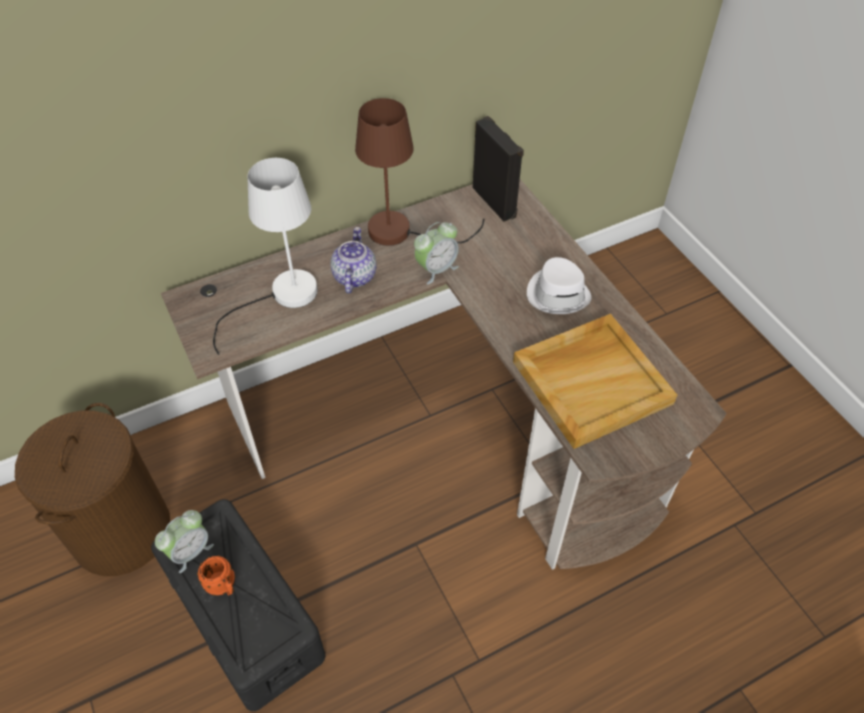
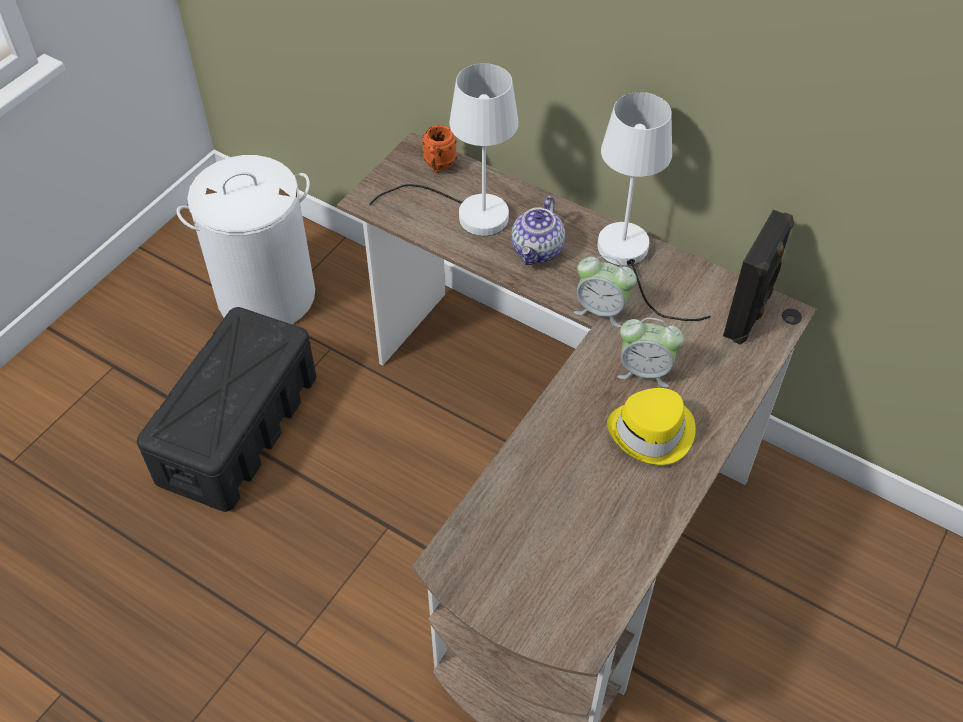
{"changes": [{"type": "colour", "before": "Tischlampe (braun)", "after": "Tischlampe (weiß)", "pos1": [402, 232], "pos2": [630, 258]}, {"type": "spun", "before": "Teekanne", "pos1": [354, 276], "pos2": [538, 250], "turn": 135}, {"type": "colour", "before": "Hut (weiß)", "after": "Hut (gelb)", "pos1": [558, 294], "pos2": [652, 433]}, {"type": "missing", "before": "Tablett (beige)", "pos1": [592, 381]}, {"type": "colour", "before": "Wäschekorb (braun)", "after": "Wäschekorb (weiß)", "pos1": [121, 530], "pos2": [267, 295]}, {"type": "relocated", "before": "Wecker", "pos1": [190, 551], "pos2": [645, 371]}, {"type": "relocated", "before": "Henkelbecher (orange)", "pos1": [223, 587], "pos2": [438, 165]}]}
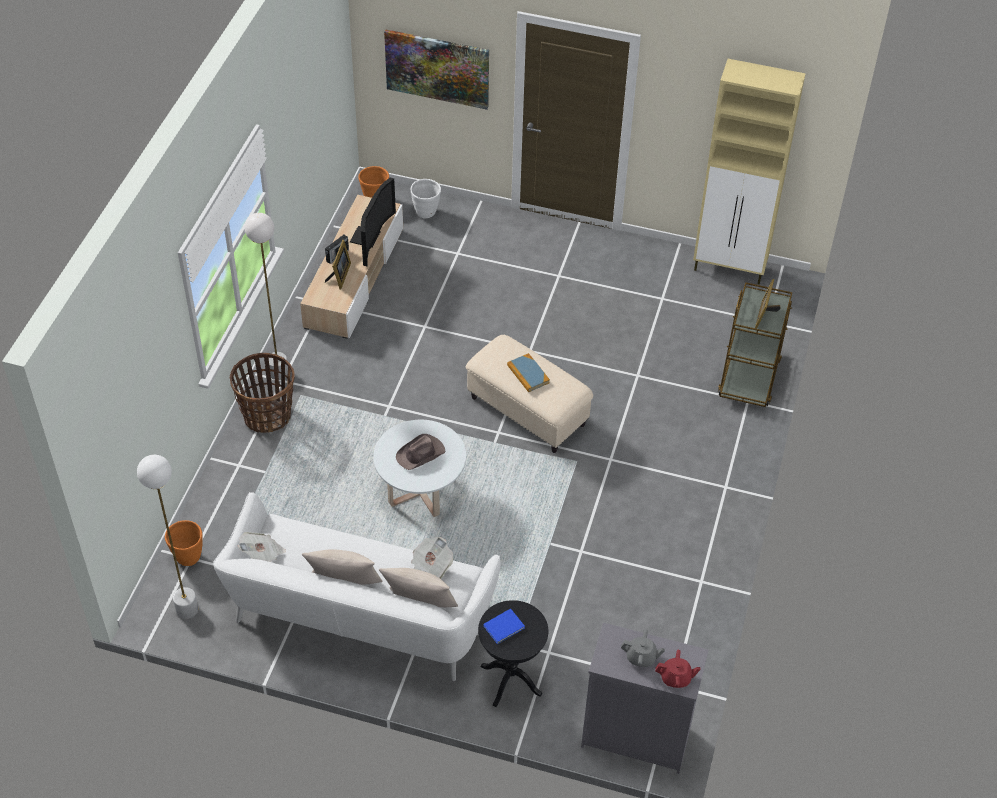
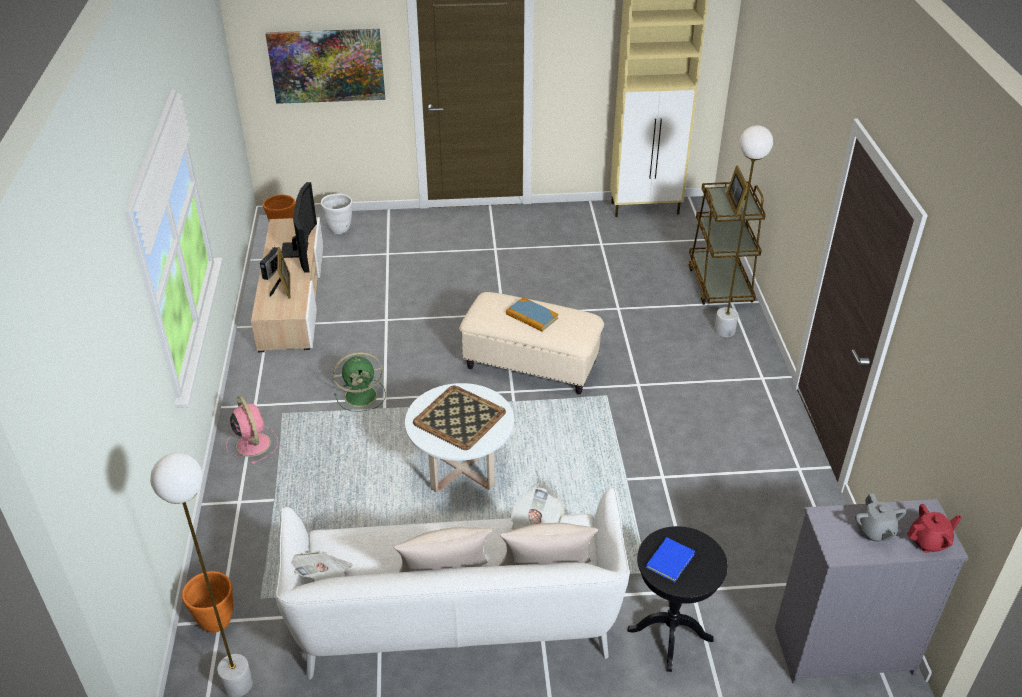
{"changes": [{"type": "relocated", "before": "Stehlampe (weiß)", "pos1": [278, 372], "pos2": [724, 330]}, {"type": "exchanged", "before": "Korb", "after": "Ventilator (rosa)", "pos1": [267, 416], "pos2": [252, 443]}, {"type": "exchanged", "before": "Hut (braun)", "after": "Tablett", "pos1": [421, 454], "pos2": [460, 417]}, {"type": "spun", "before": "Teekanne (grau)", "pos1": [641, 657], "pos2": [874, 531], "turn": 90}, {"type": "appeared", "after": "Ventilator (grün)", "pos2": [362, 395]}]}
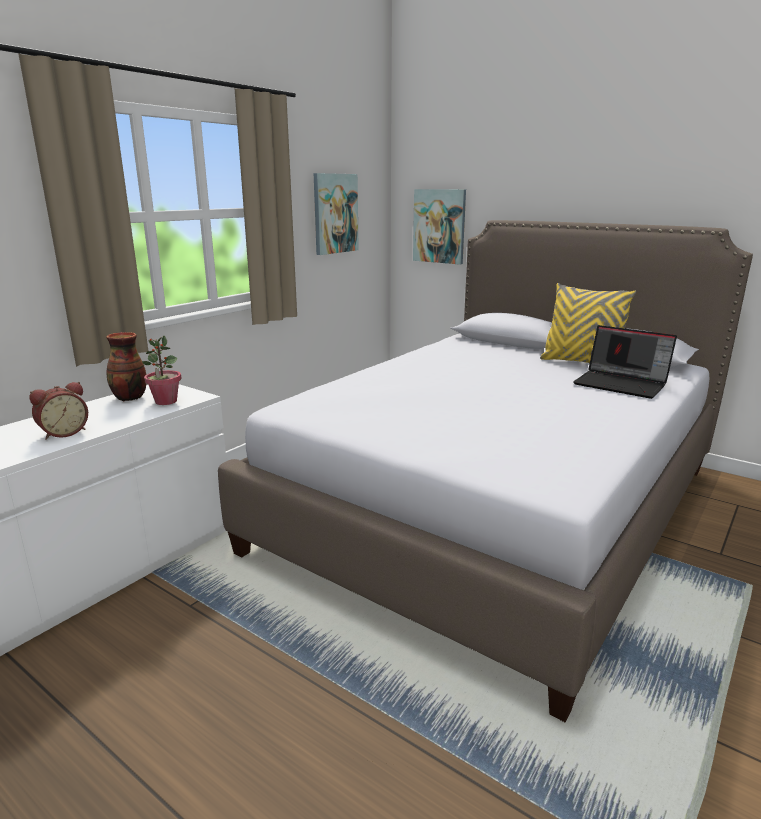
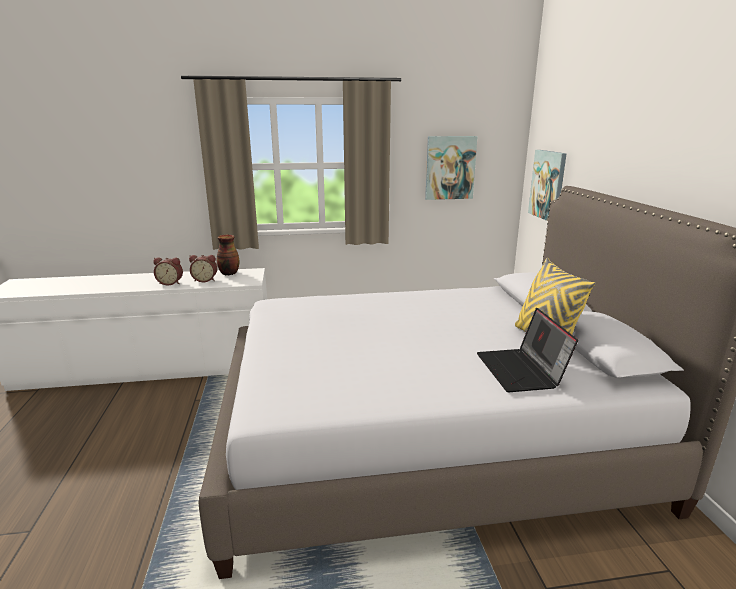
{"changes": [{"type": "missing", "before": "Topfpflanze", "pos1": [165, 401]}, {"type": "appeared", "after": "Wecker", "pos2": [205, 280]}]}
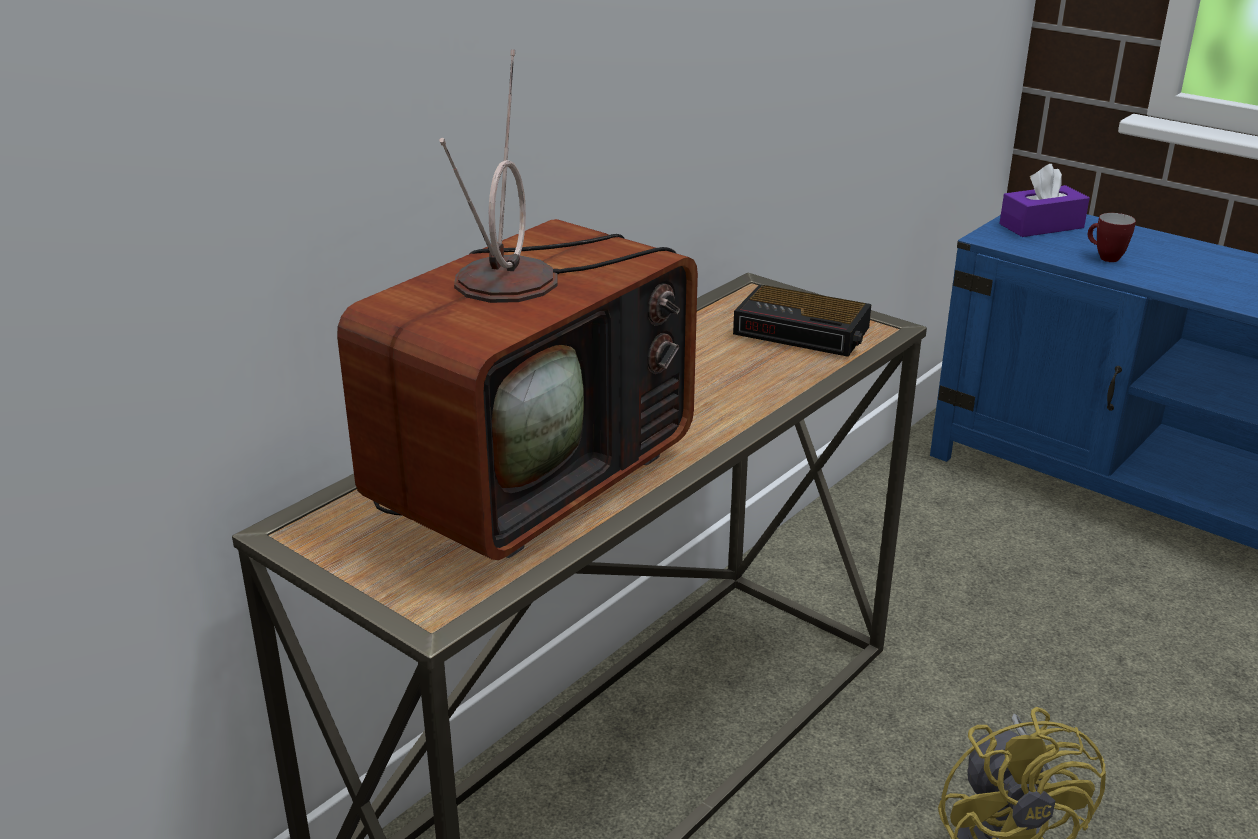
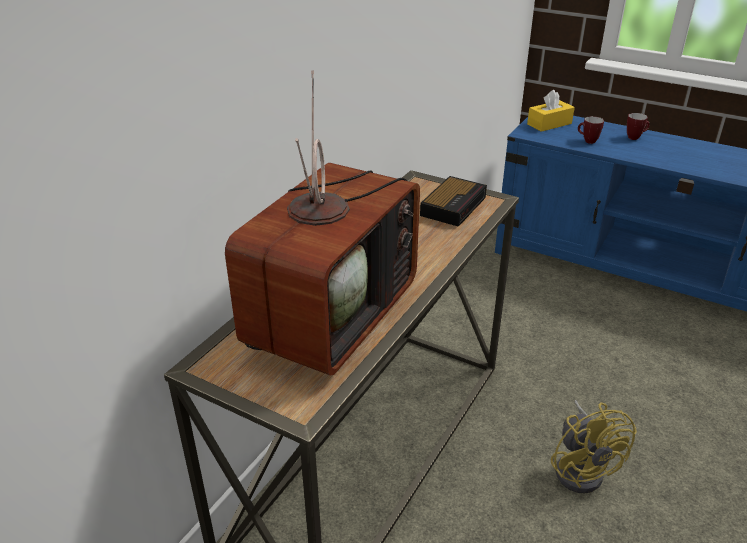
{"changes": [{"type": "colour", "before": "Taschentuchbox (lila)", "after": "Taschentuchbox (gelb)", "pos1": [1041, 226], "pos2": [549, 124]}, {"type": "spun", "before": "Wecker", "pos1": [804, 331], "pos2": [454, 205], "turn": -75}, {"type": "appeared", "after": "Henkelbecher", "pos2": [635, 137]}]}
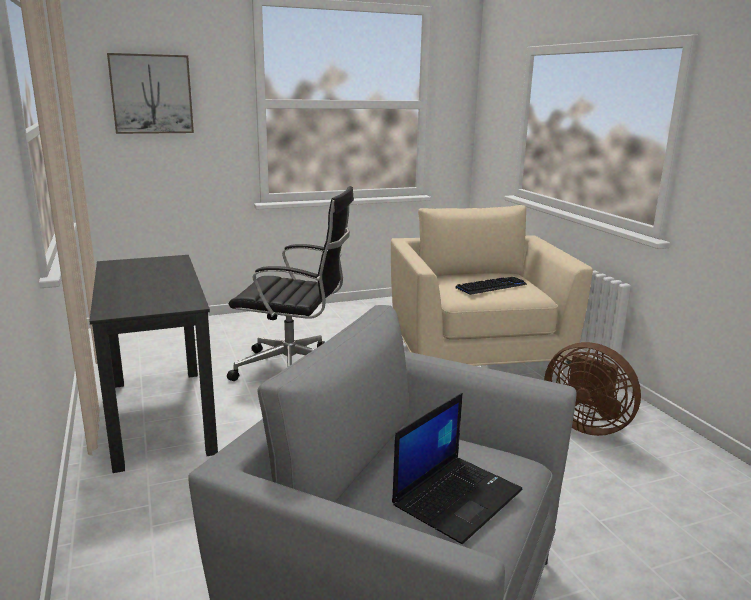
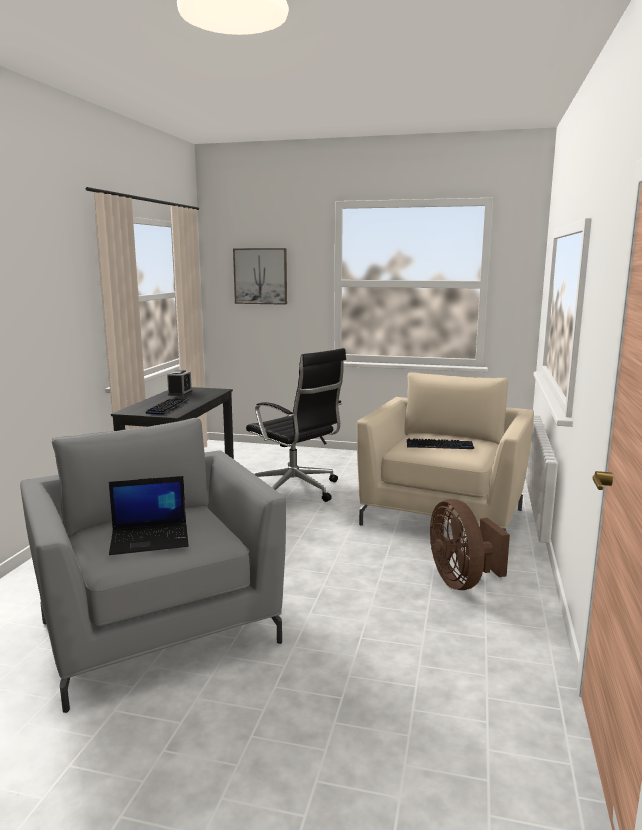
{"changes": [{"type": "appeared", "after": "Wecker", "pos2": [180, 393]}, {"type": "appeared", "after": "Tastatur", "pos2": [168, 407]}]}
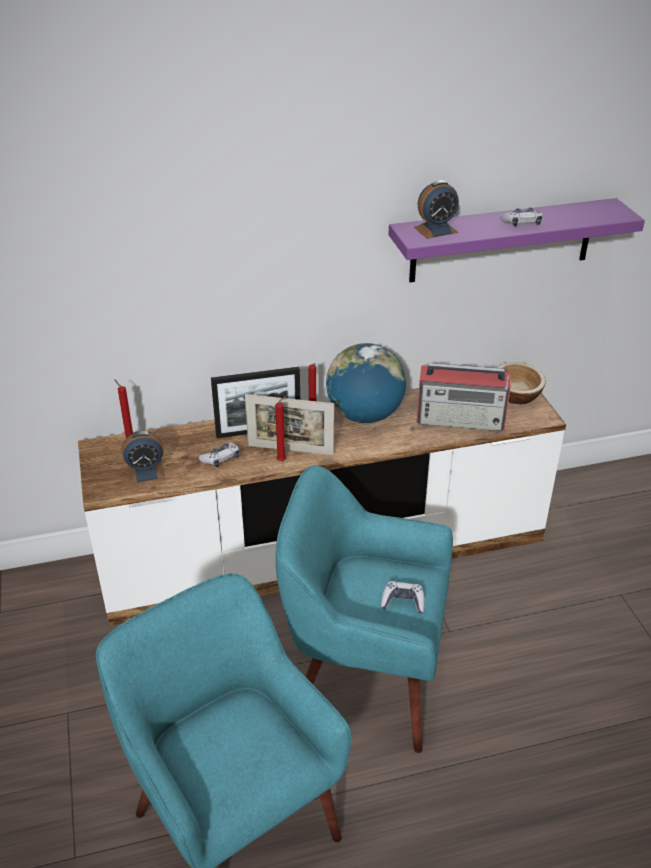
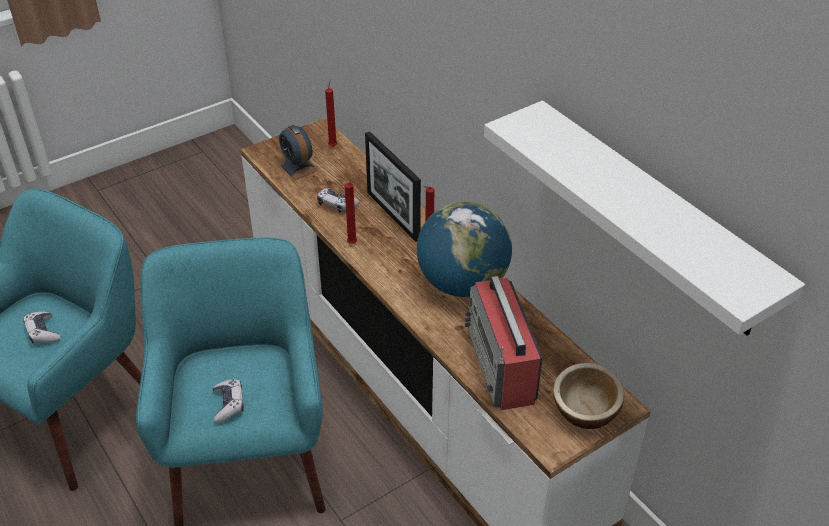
{"changes": [{"type": "missing", "before": "Wecker", "pos1": [435, 230]}, {"type": "colour", "before": "Wandregal (lila)", "after": "Wandregal (weiß)", "pos1": [502, 240], "pos2": [651, 218]}, {"type": "relocated", "before": "Gamepad", "pos1": [522, 223], "pos2": [43, 332]}, {"type": "missing", "before": "Bilderrahmen", "pos1": [290, 450]}]}
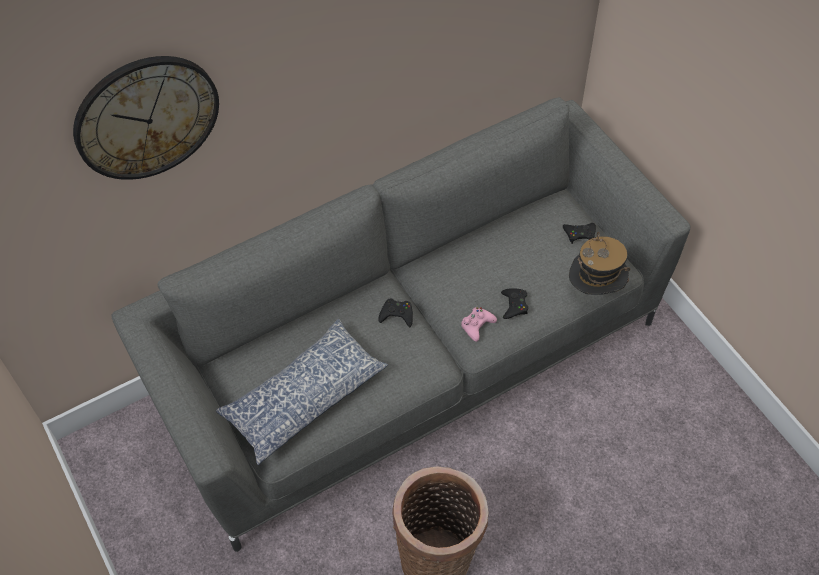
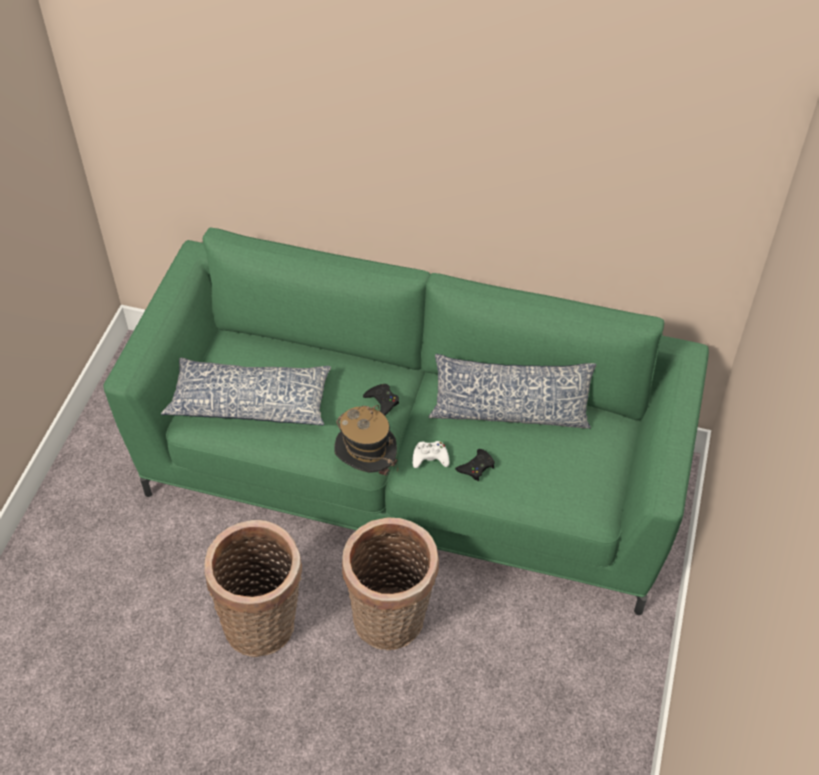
{"changes": [{"type": "missing", "before": "Wanduhr", "pos1": [146, 117]}, {"type": "colour", "before": "Sofa (grau)", "after": "Sofa (grün)", "pos1": [411, 363], "pos2": [410, 477]}, {"type": "missing", "before": "Gamepad (schwarz)", "pos1": [579, 234]}, {"type": "relocated", "before": "Hut", "pos1": [595, 290], "pos2": [366, 467]}, {"type": "colour", "before": "Gamepad (rosa)", "after": "Gamepad (weiß)", "pos1": [477, 325], "pos2": [430, 458]}, {"type": "appeared", "after": "Kissen", "pos2": [509, 414]}, {"type": "appeared", "after": "Korb", "pos2": [391, 622]}]}
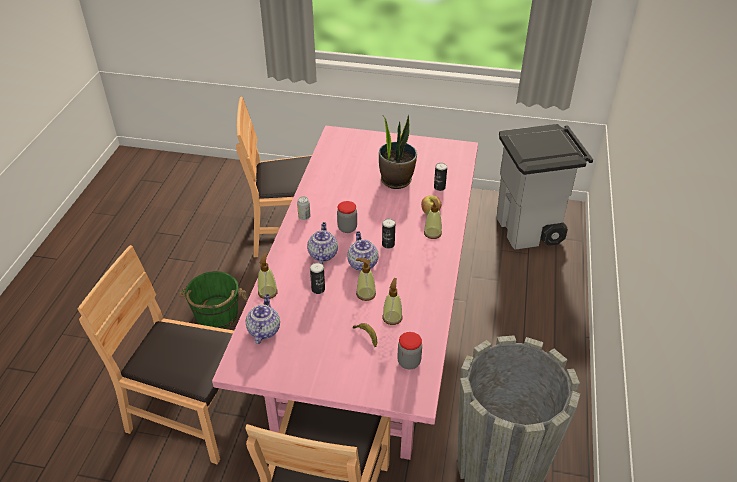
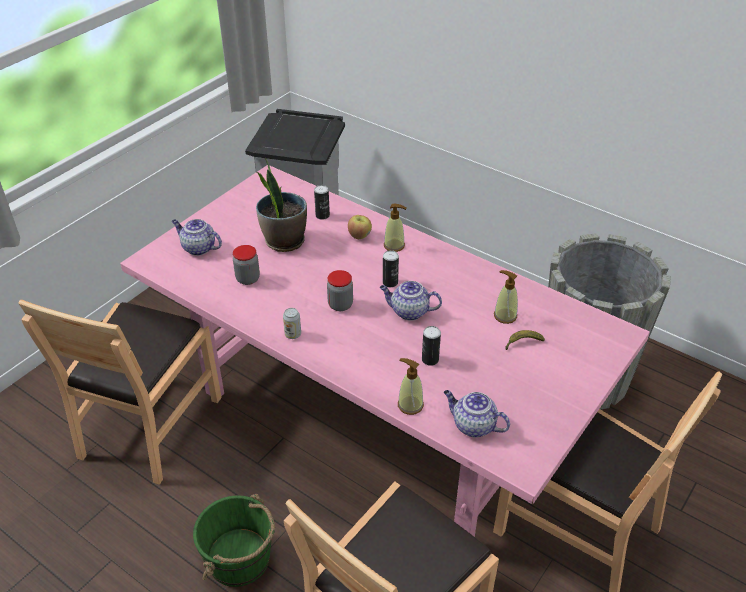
{"changes": [{"type": "relocated", "before": "Teekanne", "pos1": [322, 254], "pos2": [198, 248]}, {"type": "missing", "before": "Seifenspender", "pos1": [365, 294]}, {"type": "relocated", "before": "Vorratsglas", "pos1": [409, 362], "pos2": [248, 279]}]}
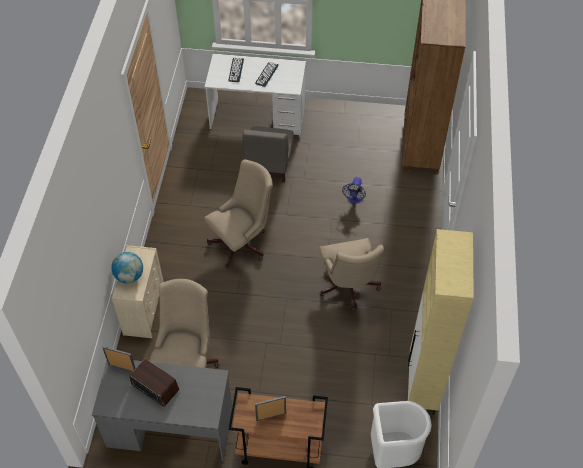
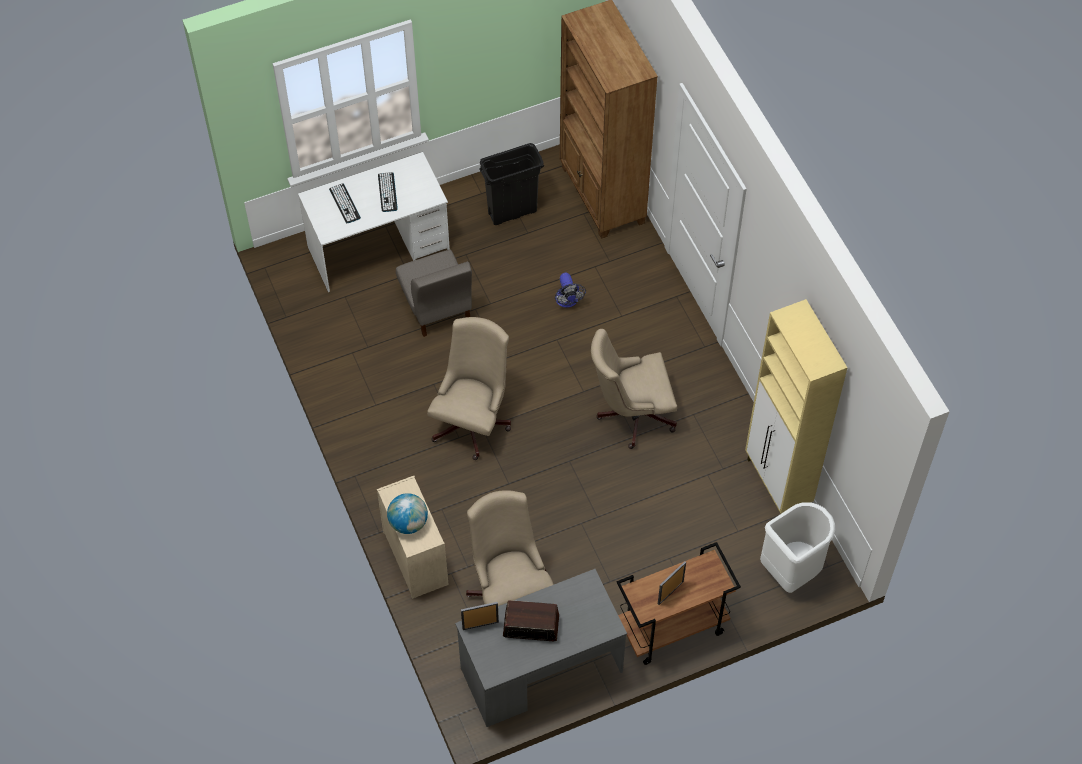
{"changes": [{"type": "spun", "before": "Bürostuhl (beige)", "pos1": [348, 288], "pos2": [631, 414], "turn": 120}, {"type": "appeared", "after": "Mülleimer (schwarz)", "pos2": [512, 212]}]}
